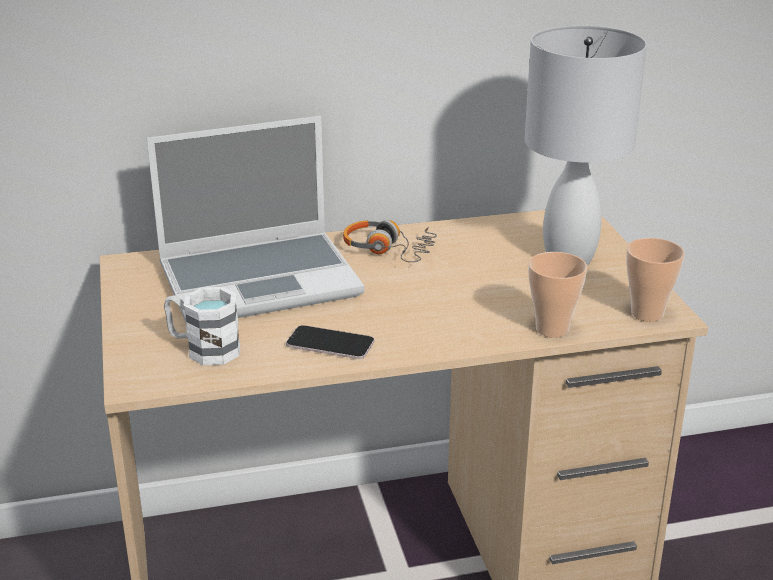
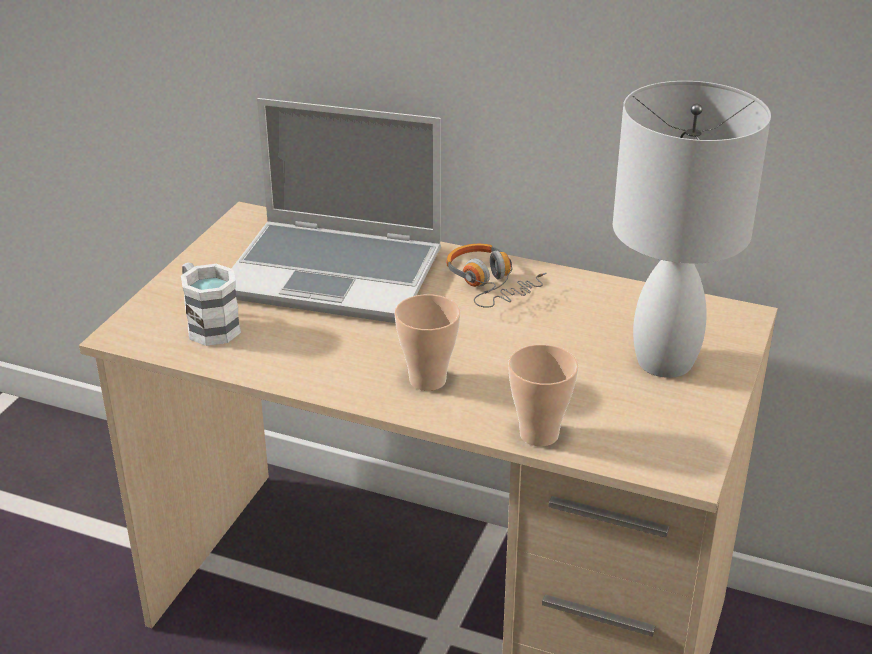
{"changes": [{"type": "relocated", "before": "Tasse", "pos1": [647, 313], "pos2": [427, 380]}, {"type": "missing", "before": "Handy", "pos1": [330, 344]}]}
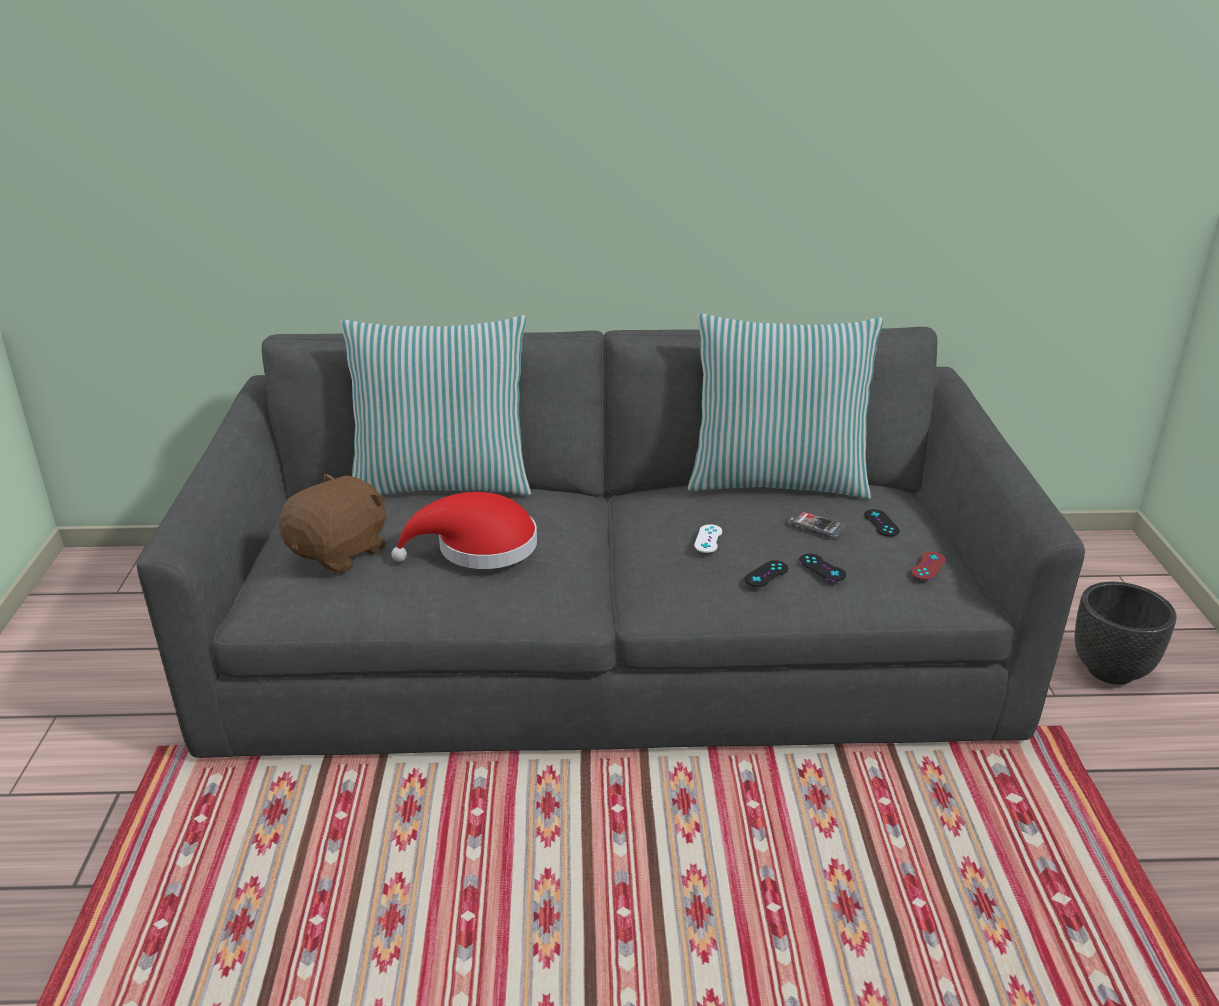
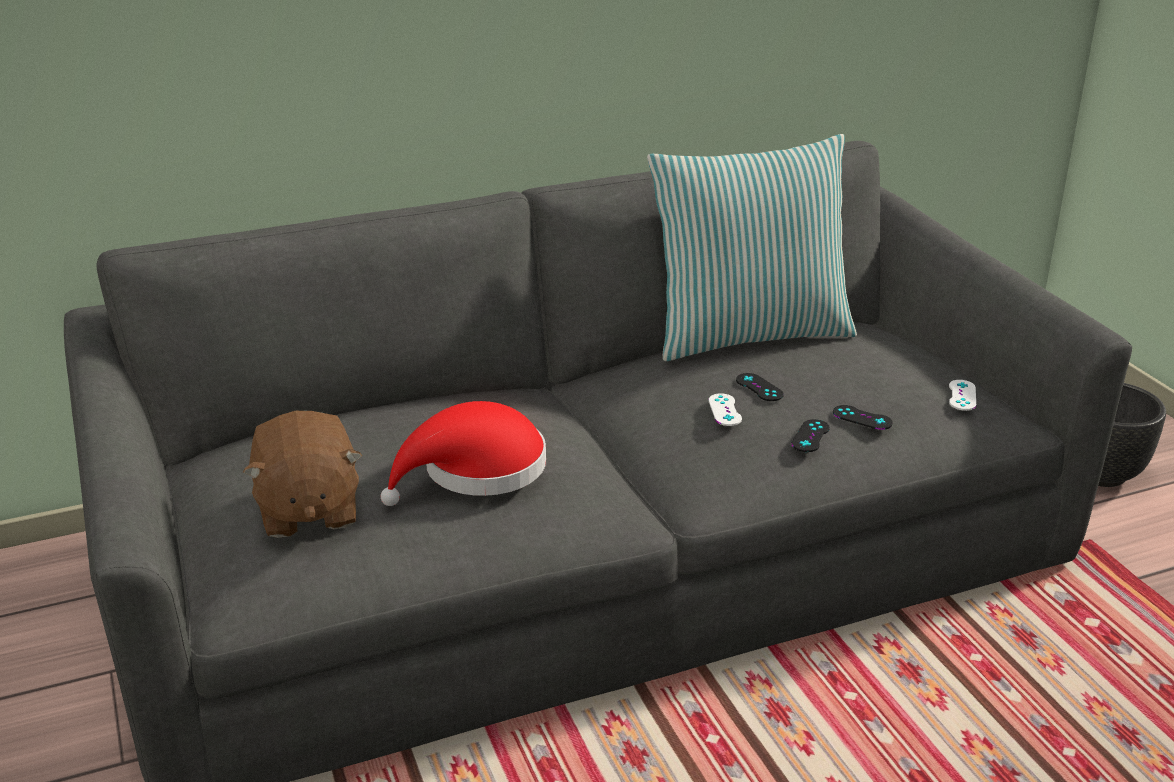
{"changes": [{"type": "missing", "before": "Kissen", "pos1": [442, 482]}, {"type": "spun", "before": "Plüschtier (braun)", "pos1": [340, 552], "pos2": [307, 510], "turn": 150}, {"type": "relocated", "before": "Gamepad (schwarz)", "pos1": [881, 523], "pos2": [759, 387]}, {"type": "missing", "before": "Handy", "pos1": [816, 526]}, {"type": "colour", "before": "Gamepad (rot)", "after": "Gamepad (weiß)", "pos1": [928, 566], "pos2": [962, 395]}]}
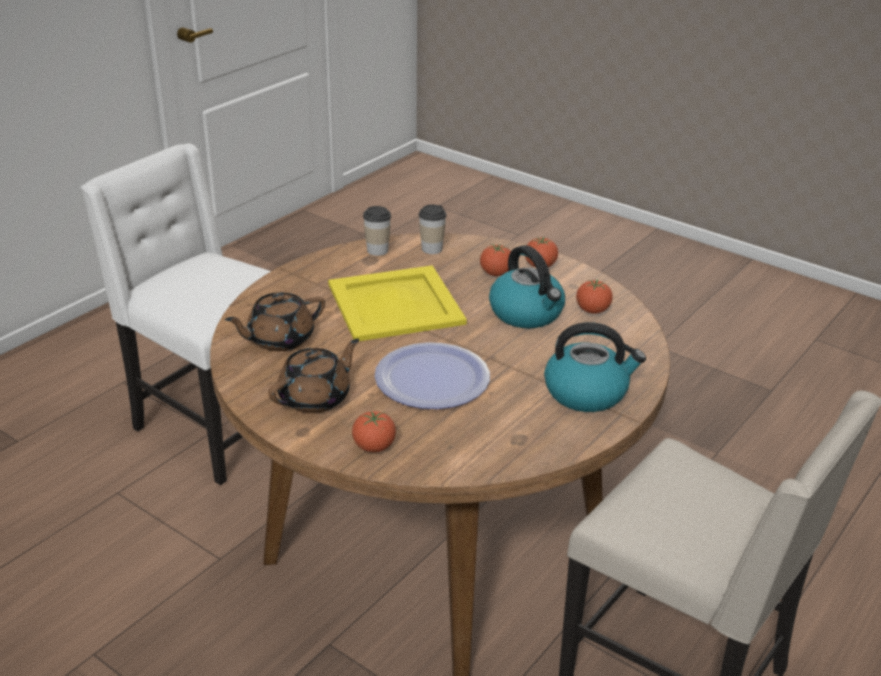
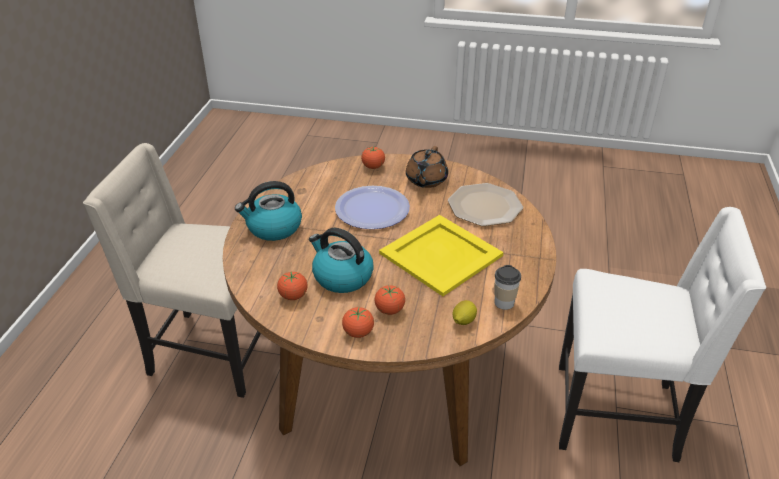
{"changes": [{"type": "exchanged", "before": "Tasse", "after": "Zitrone", "pos1": [432, 249], "pos2": [463, 321]}, {"type": "exchanged", "before": "Teekanne (braun)", "after": "Teller", "pos1": [279, 339], "pos2": [484, 205]}]}
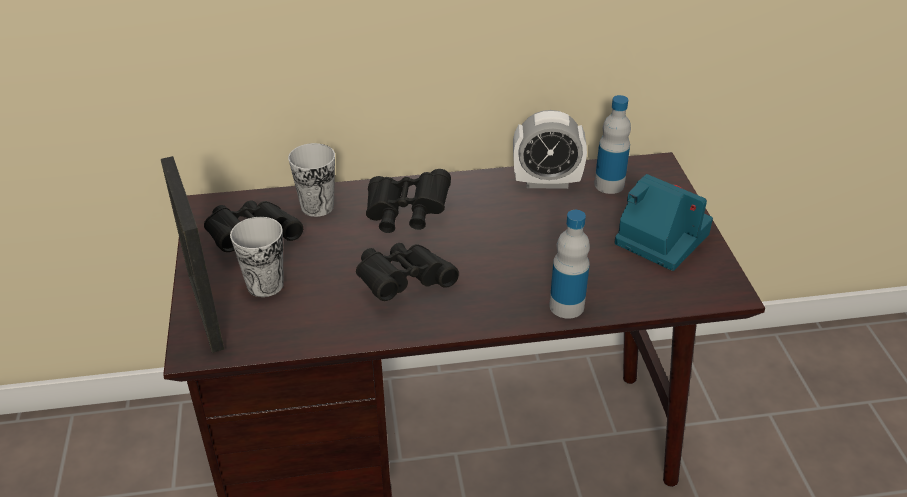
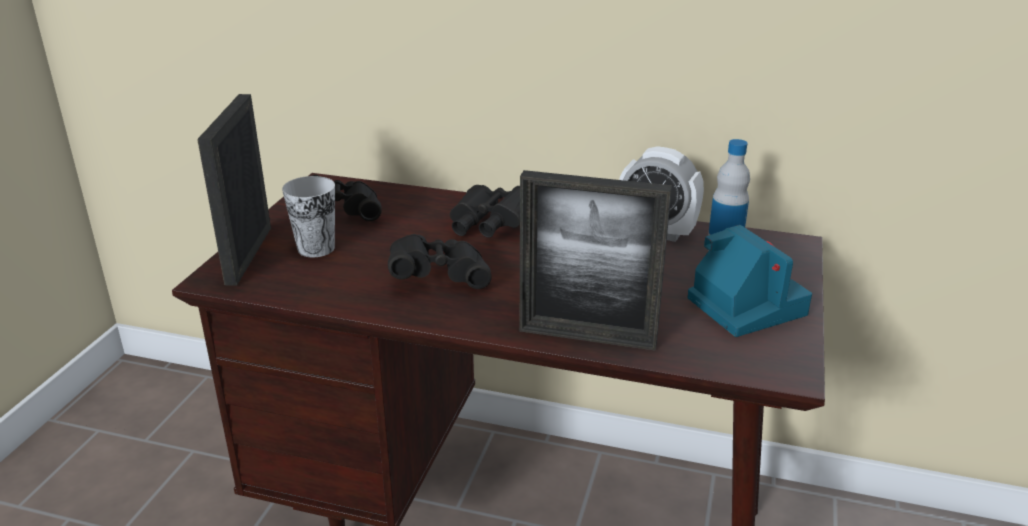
{"changes": [{"type": "missing", "before": "Tasse", "pos1": [317, 206]}, {"type": "exchanged", "before": "Flasche", "after": "Bilderrahmen", "pos1": [566, 306], "pos2": [587, 337]}]}
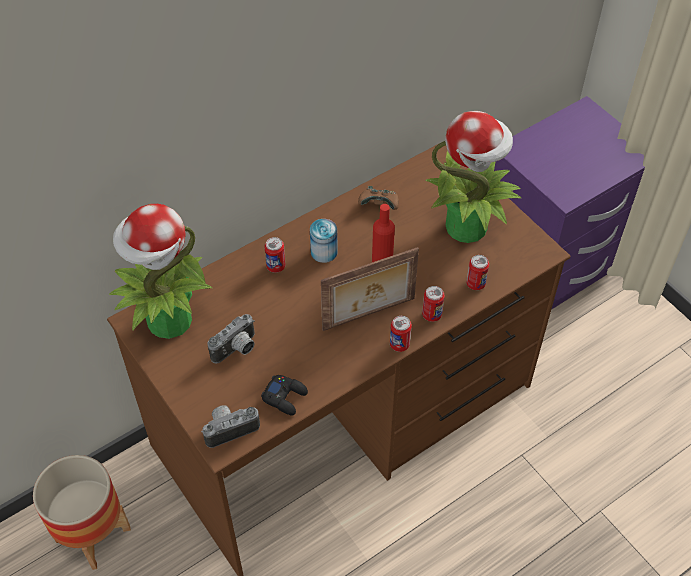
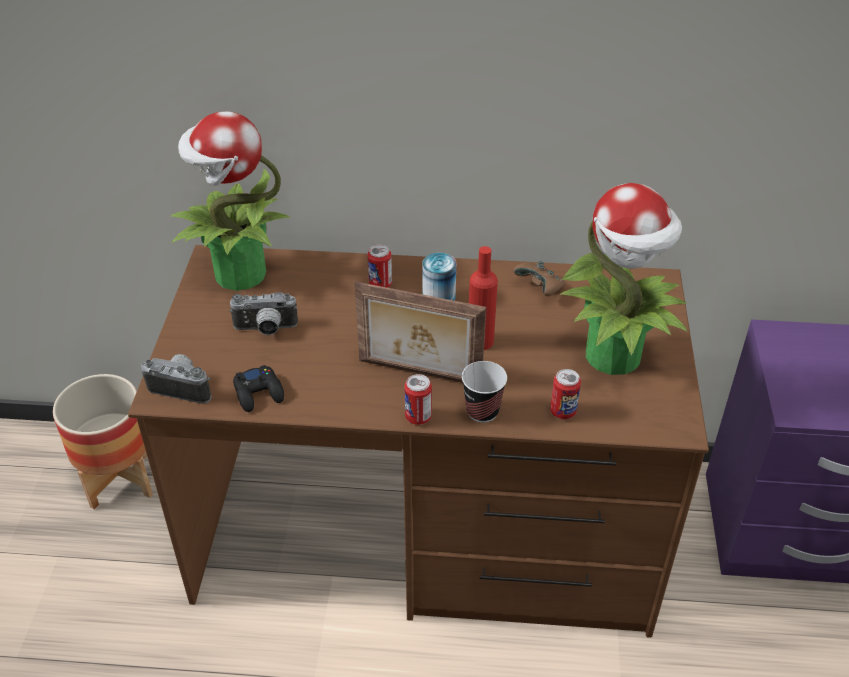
{"changes": [{"type": "exchanged", "before": "Dose", "after": "Tasse", "pos1": [431, 315], "pos2": [482, 411]}]}
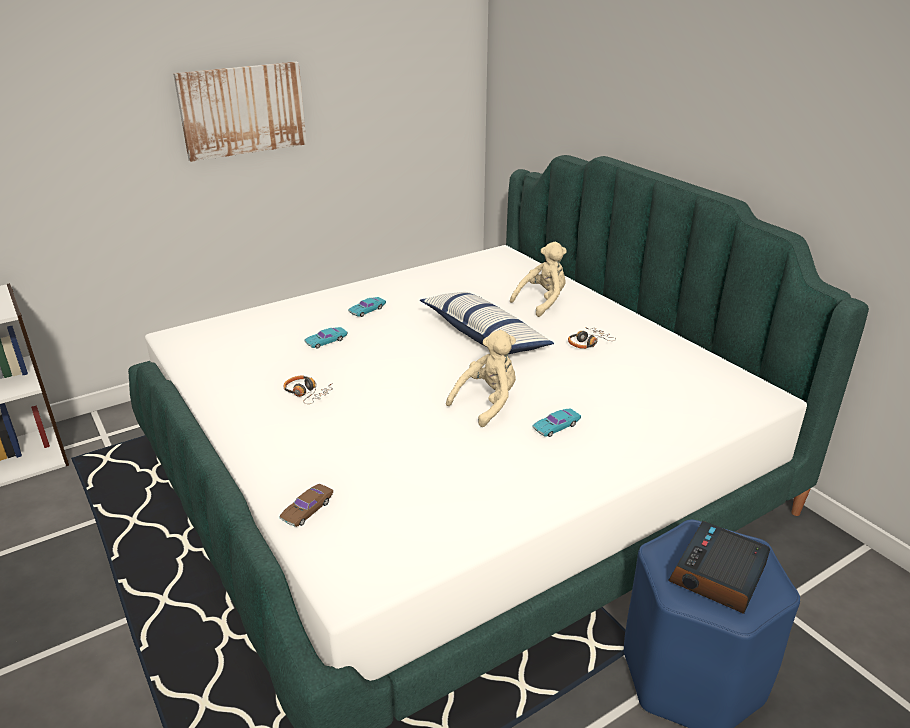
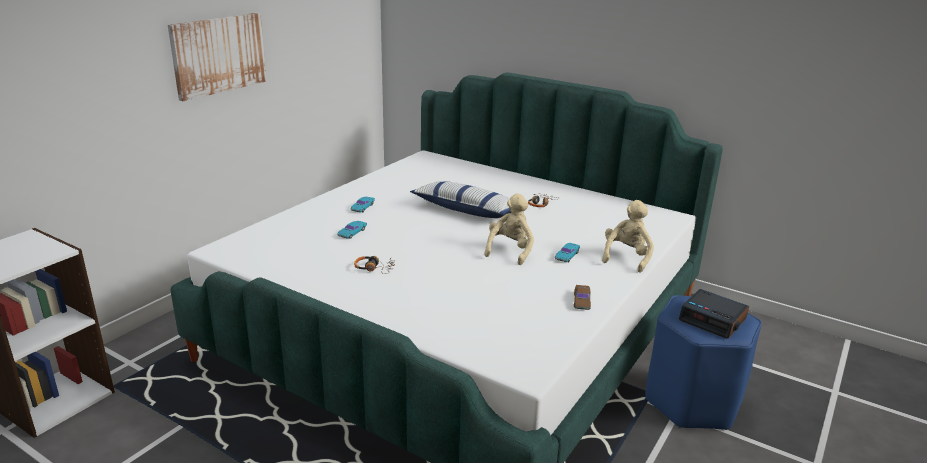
{"changes": [{"type": "relocated", "before": "Plüschtier (beige)", "pos1": [542, 302], "pos2": [626, 257]}, {"type": "relocated", "before": "Spielzeugauto (braun)", "pos1": [307, 509], "pos2": [581, 301]}, {"type": "spun", "before": "Wecker", "pos1": [718, 575], "pos2": [713, 319], "turn": -60}]}
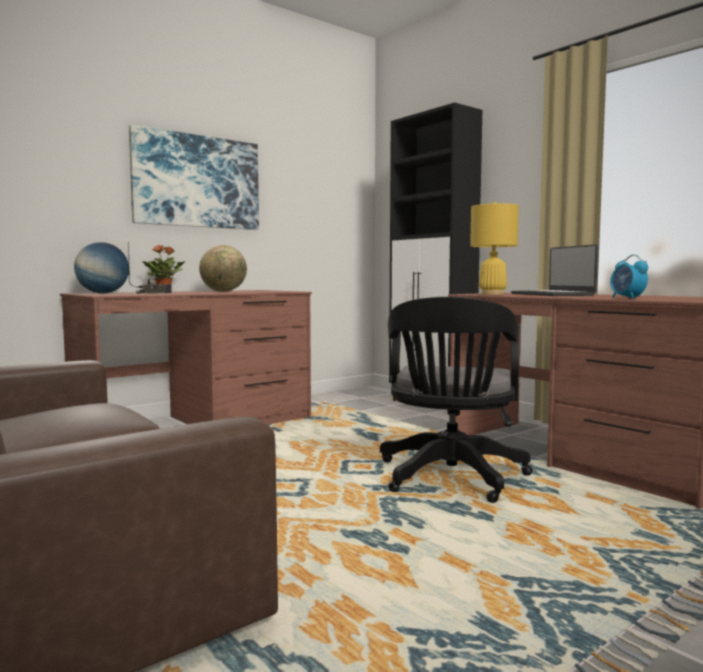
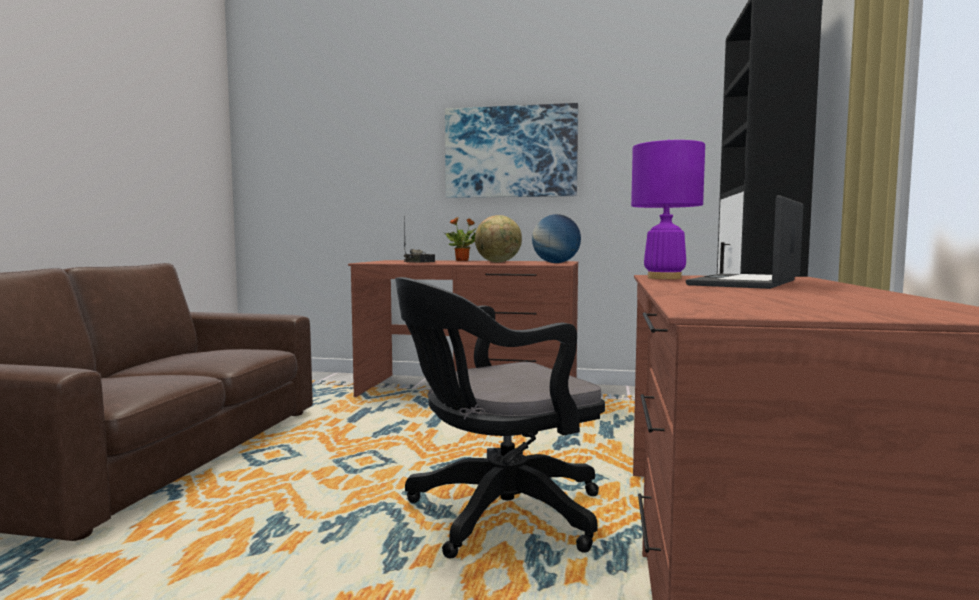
{"changes": [{"type": "colour", "before": "Tischlampe (gelb)", "after": "Tischlampe (lila)", "pos1": [492, 294], "pos2": [664, 278]}, {"type": "relocated", "before": "Globus", "pos1": [103, 293], "pos2": [556, 263]}, {"type": "missing", "before": "Wecker", "pos1": [627, 298]}]}
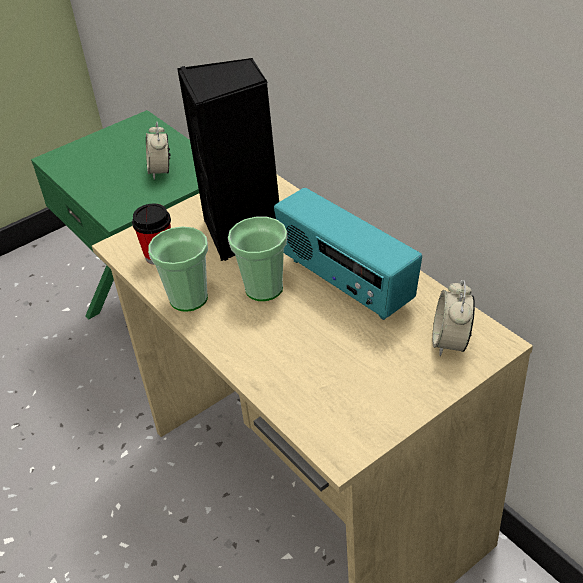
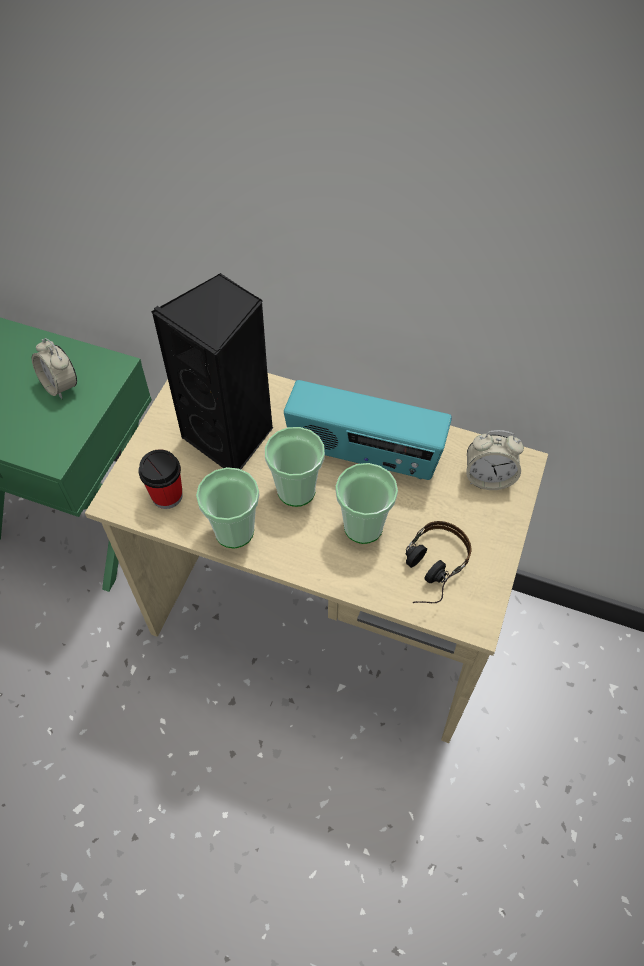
{"changes": [{"type": "spun", "before": "Wecker", "pos1": [451, 342], "pos2": [488, 477], "turn": -60}, {"type": "appeared", "after": "Tasse", "pos2": [363, 526]}, {"type": "appeared", "after": "Kopfhörer", "pos2": [429, 571]}]}
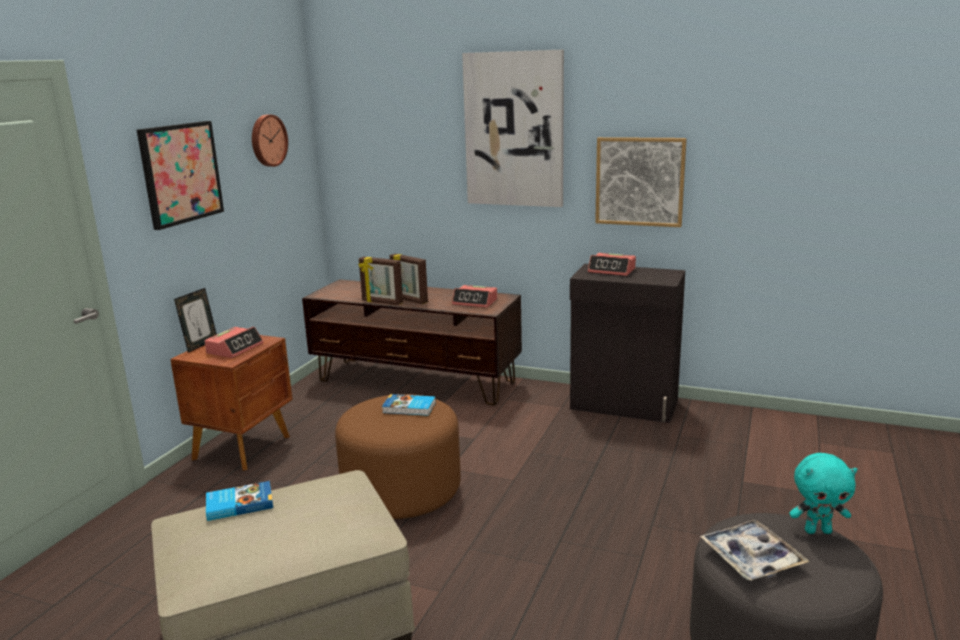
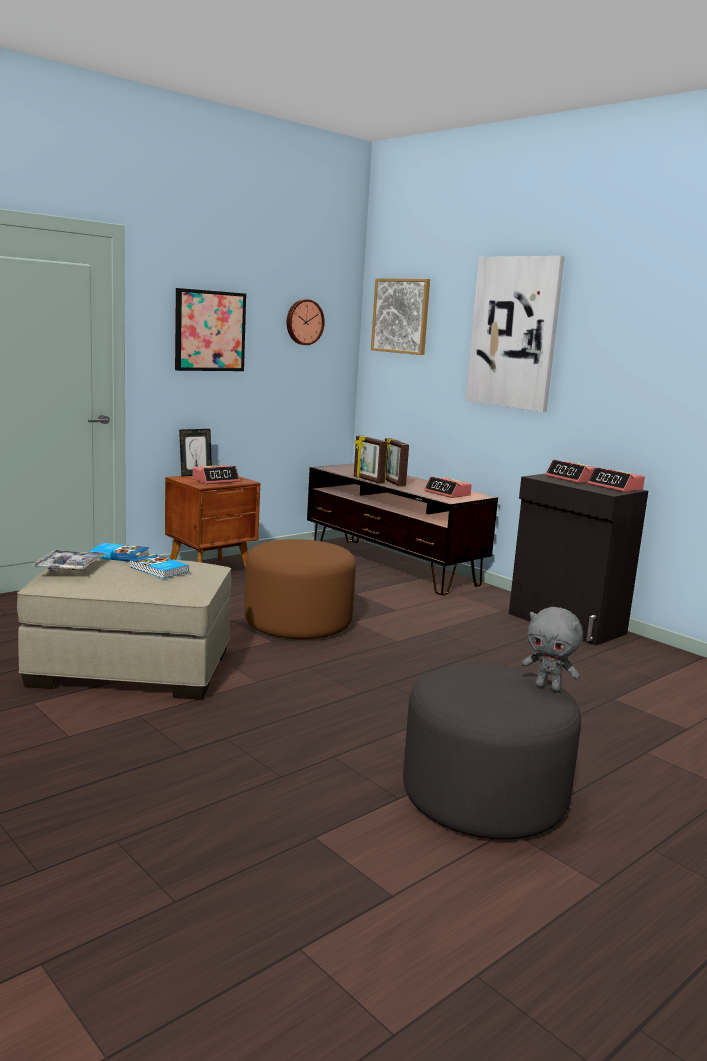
{"changes": [{"type": "relocated", "before": "Bild", "pos1": [639, 181], "pos2": [401, 316]}, {"type": "relocated", "before": "Buch", "pos1": [409, 408], "pos2": [158, 569]}, {"type": "colour", "before": "Plüschtier (türkis)", "after": "Plüschtier (grau)", "pos1": [818, 531], "pos2": [548, 687]}, {"type": "relocated", "before": "Tablett", "pos1": [751, 558], "pos2": [69, 567]}, {"type": "appeared", "after": "Wecker", "pos2": [615, 487]}]}
